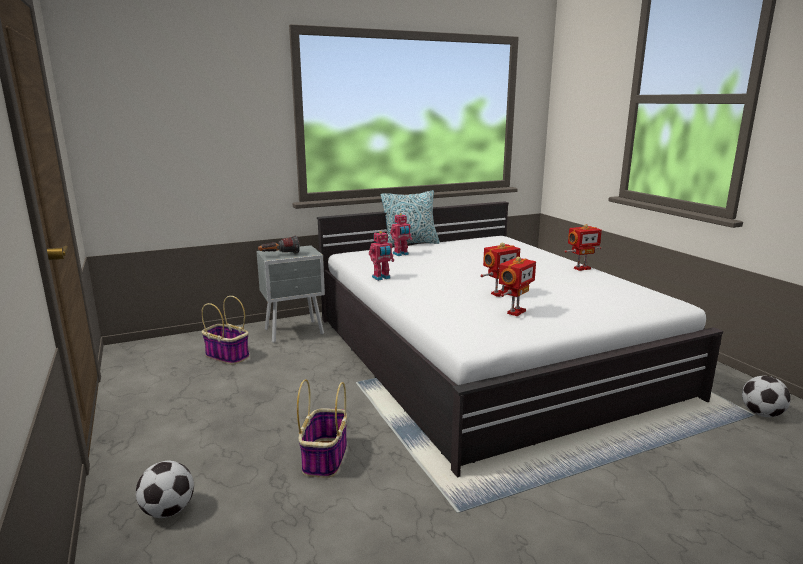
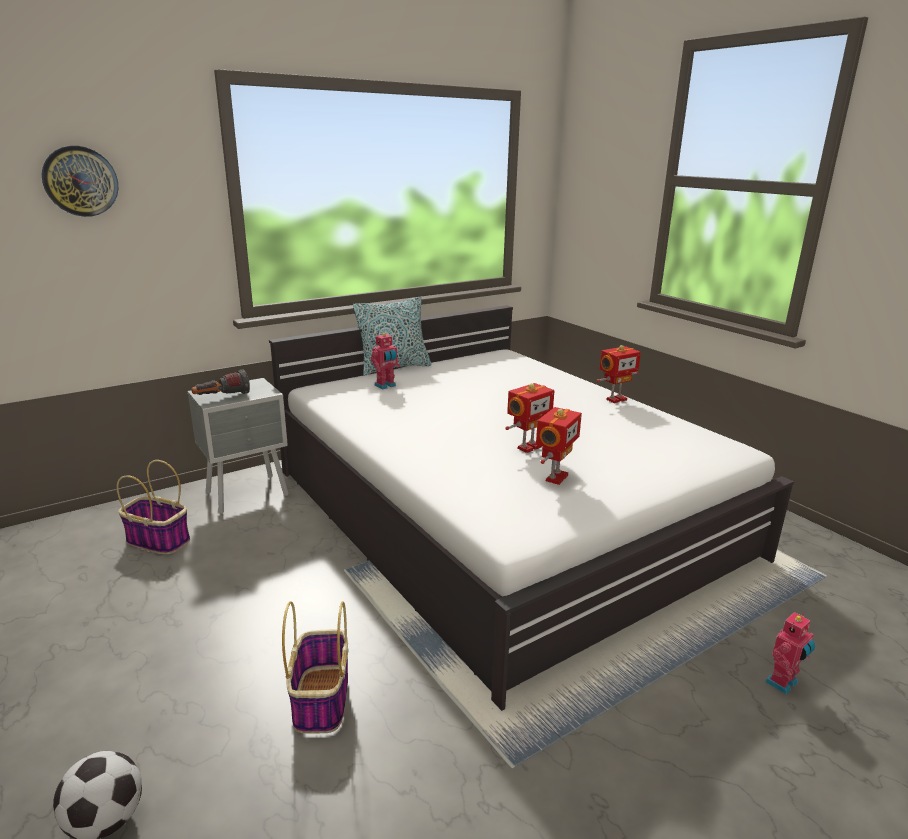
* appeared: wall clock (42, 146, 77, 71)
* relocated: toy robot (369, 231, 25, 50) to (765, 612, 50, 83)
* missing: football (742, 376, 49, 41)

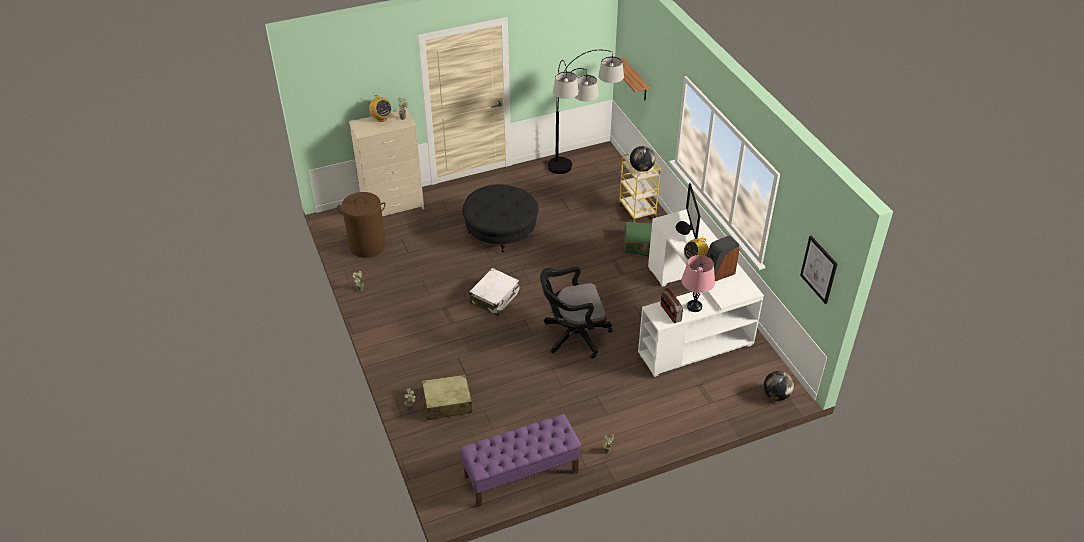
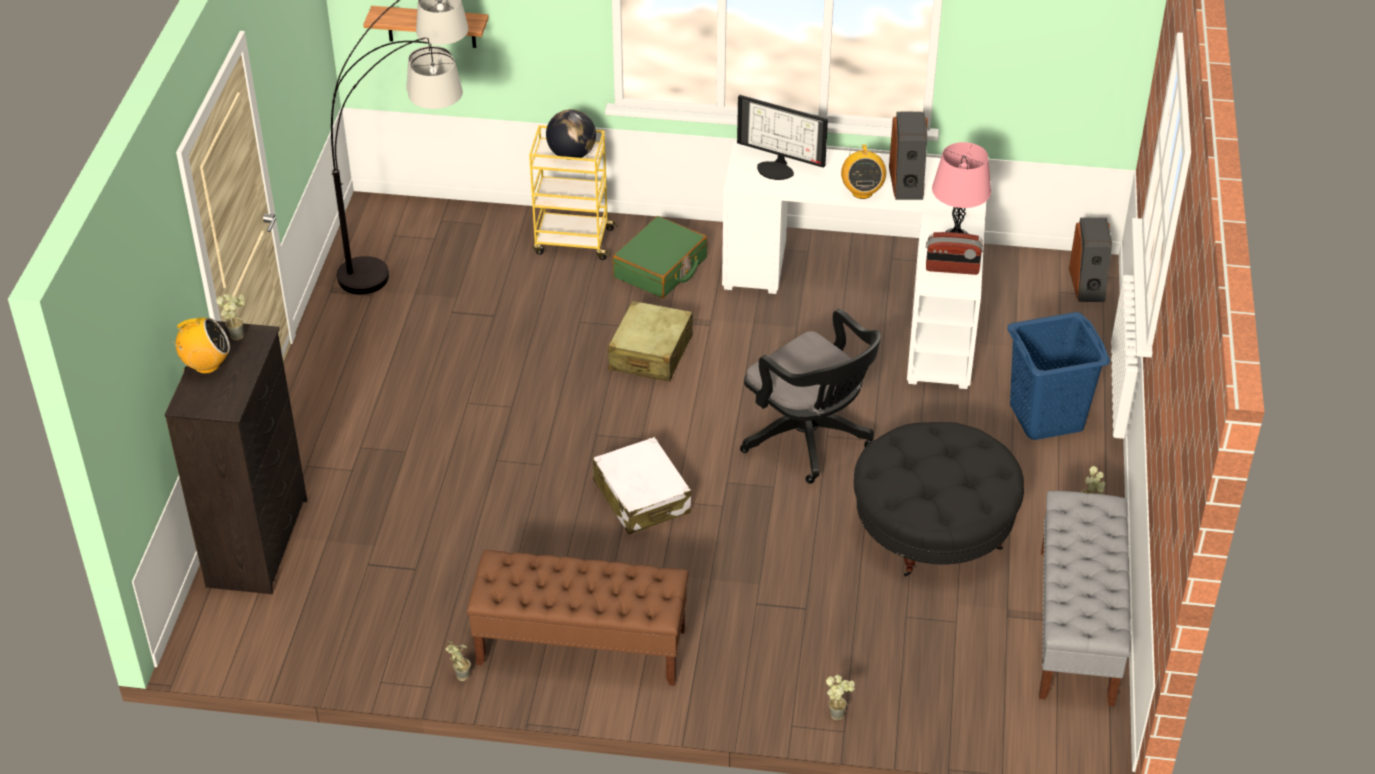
* colour: dresser (beige) (349, 109, 75, 107) to dresser (black) (165, 321, 142, 273)
* appeared: bench (brown) (467, 550, 222, 136)
* relocated: suitcase (beige) (420, 374, 52, 46) to (608, 301, 85, 81)
* spun: office chair (black) (540, 266, 73, 93) = (740, 309, 141, 175) 60 degrees counterclockwise
* relocated: ottoman (black) (463, 184, 75, 69) to (854, 422, 170, 155)
* appeared: laundry basket (blue) (1007, 312, 103, 128)
* colour: bench (purple) (460, 414, 121, 93) to bench (grey) (1039, 491, 92, 216)
* exchanged: globe (764, 371, 30, 30) to speaker (1069, 218, 43, 84)
* missing: laundry basket (brown) (337, 192, 49, 66)
* missing: picture (800, 236, 37, 68)

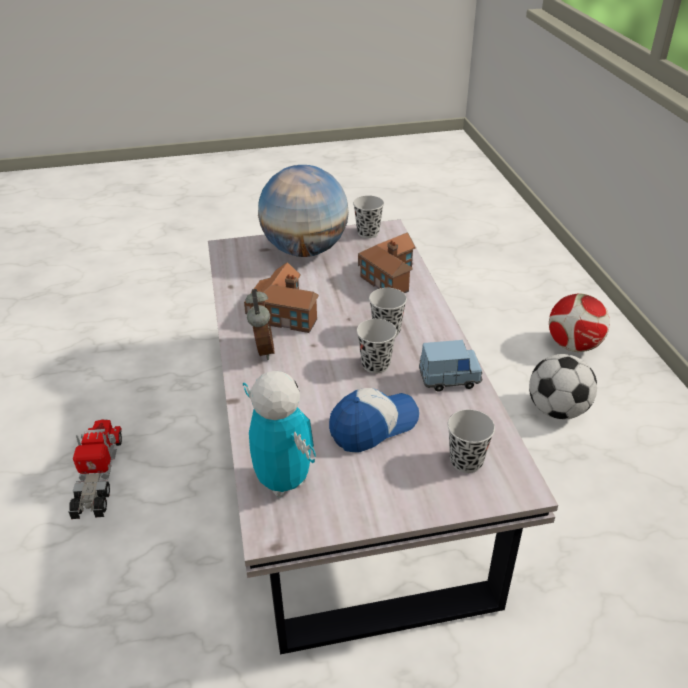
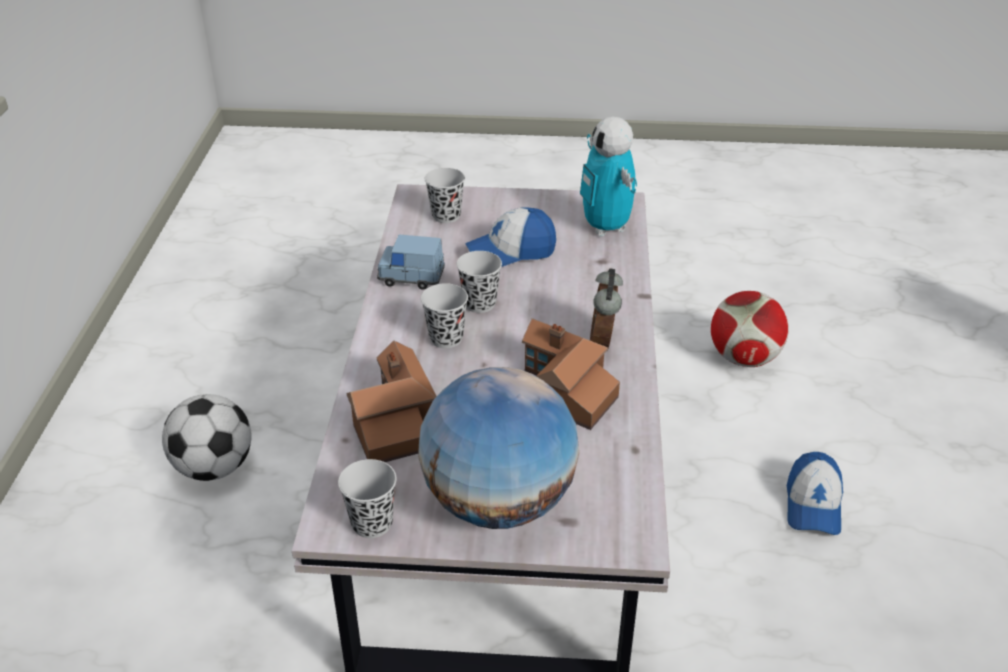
* relocated: football (549, 293, 61, 59) to (711, 291, 78, 76)
* exchanged: toy truck (68, 419, 54, 100) to cap (787, 452, 56, 83)

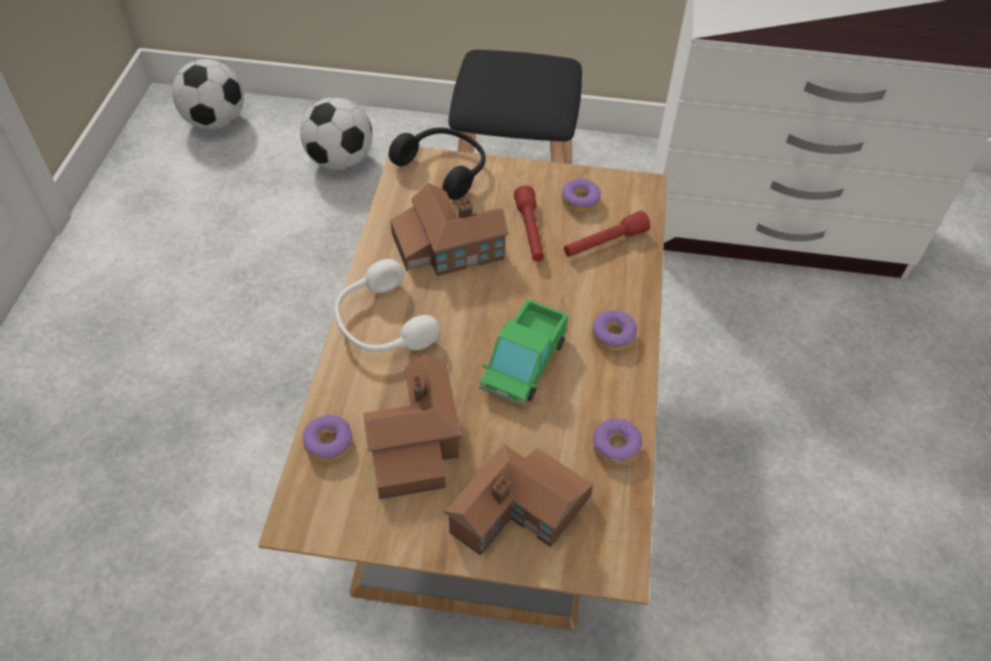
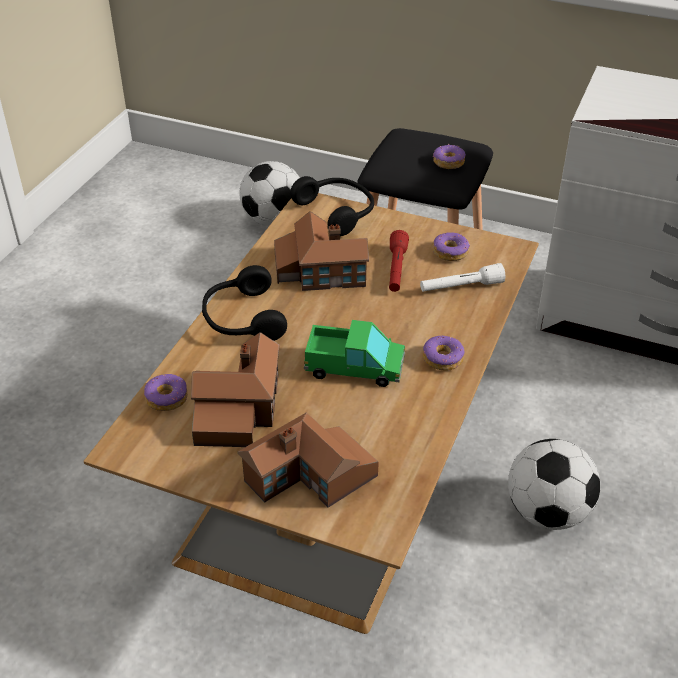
* colour: headphones (white) (335, 259, 105, 93) to headphones (black) (202, 265, 85, 76)
* spun: toy truck (479, 299, 89, 108) = (304, 320, 101, 67) 120 degrees counterclockwise
* colour: flashlight (red) (564, 211, 86, 46) to flashlight (white) (420, 263, 85, 29)
* relocated: donut (593, 417, 50, 49) to (433, 144, 33, 25)
* relocated: football (172, 59, 72, 71) to (508, 439, 92, 91)

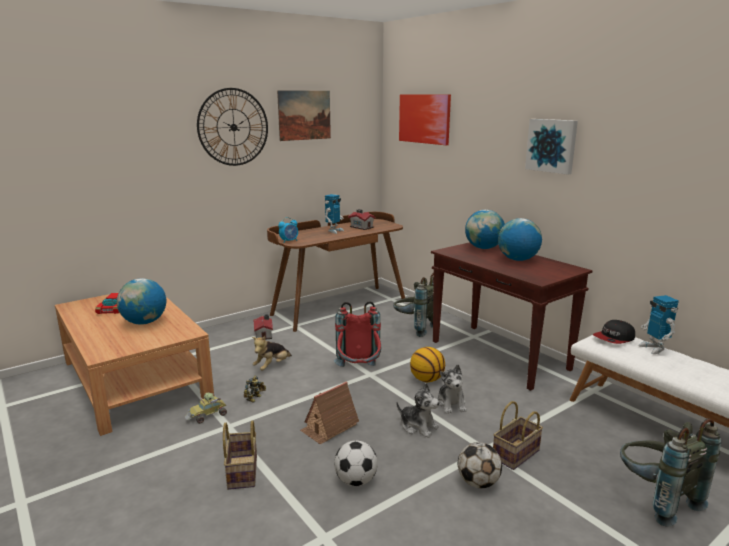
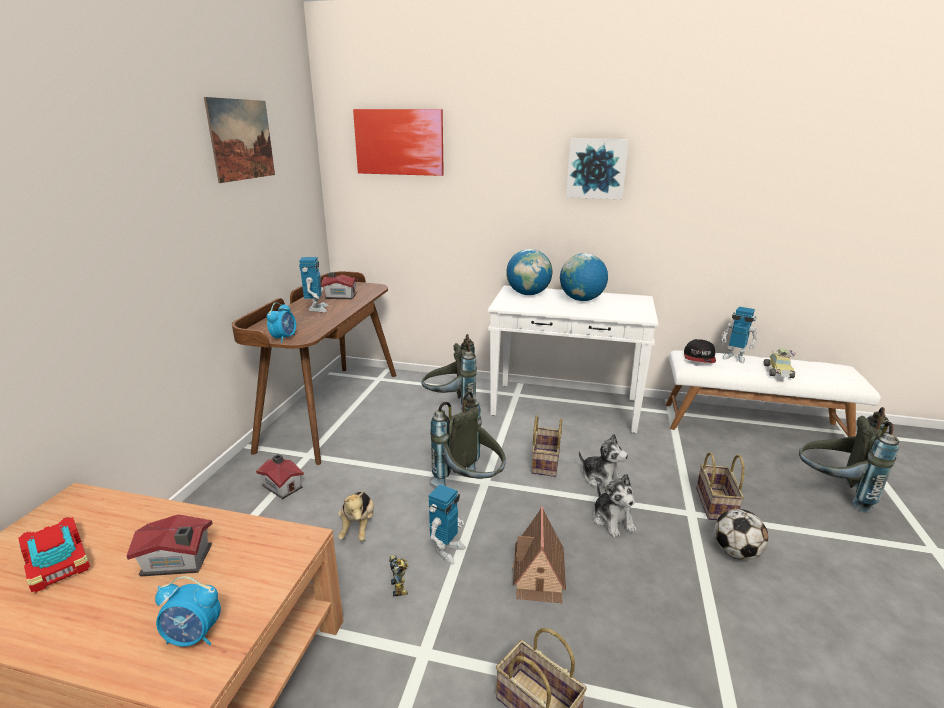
* exchanged: globe (117, 278, 49, 47) to toy house (126, 514, 87, 62)
* appeared: alarm clock (155, 576, 66, 71)
* appeared: toy robot (429, 484, 37, 80)
* colour: backpack (red) (334, 301, 47, 66) to backpack (grey) (430, 392, 76, 94)
* colour: console table (brown) (431, 242, 162, 149) to console table (white) (488, 285, 171, 148)
* exchanged: basketball (410, 347, 35, 35) to basket (531, 415, 31, 62)
* spun: plush toy (396, 383, 44, 55) = (593, 474, 44, 64) 75 degrees clockwise
* relocated: toy car (185, 392, 42, 32) to (764, 348, 31, 30)
* missing: wall clock (197, 88, 71, 78)
* missing: football (334, 440, 44, 46)

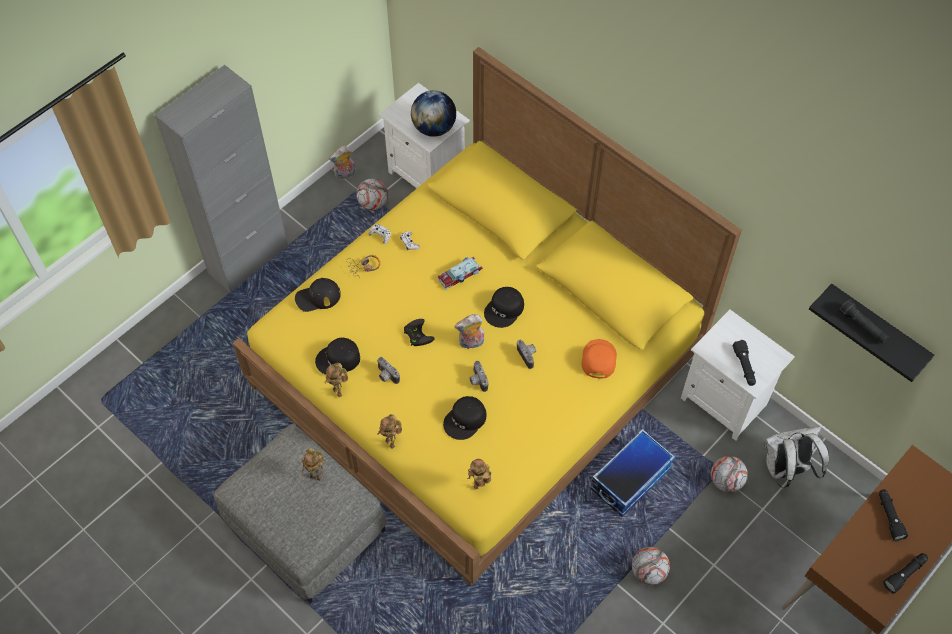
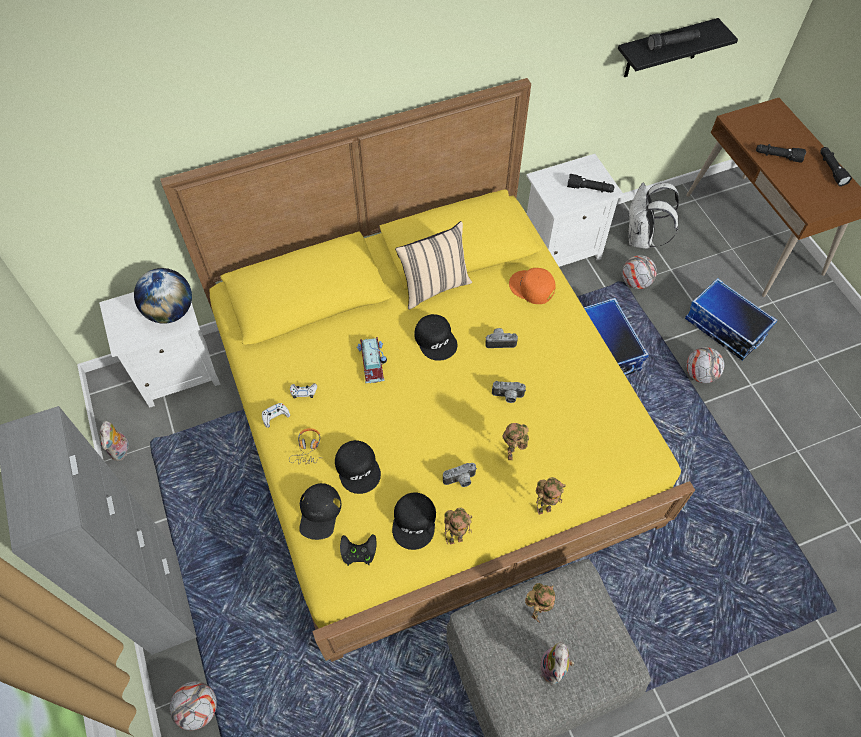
* relocated: football (357, 178, 31, 32) to (170, 681, 47, 49)
* relocated: cap (black) (443, 396, 43, 44) to (335, 440, 46, 54)
* relocated: game controller (black) (404, 319, 31, 27) to (340, 534, 37, 32)
* appeared: pillow (beige) (395, 221, 77, 89)
* relocated: toy robot (467, 459, 24, 31) to (502, 423, 27, 37)
* relocated: plush toy (455, 314, 29, 35) to (540, 641, 34, 44)
* appeared: storage box (685, 278, 93, 83)

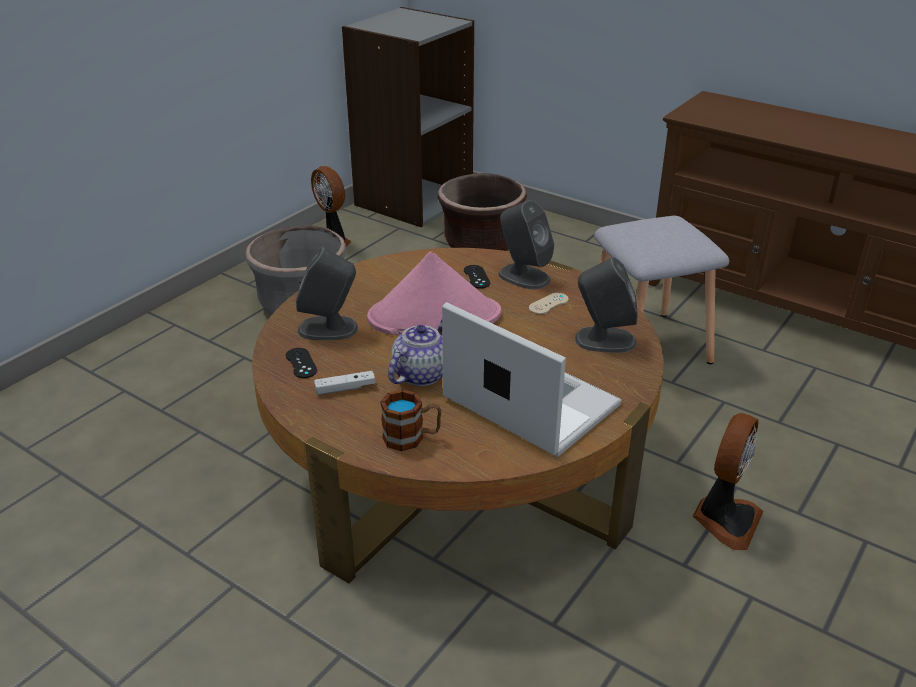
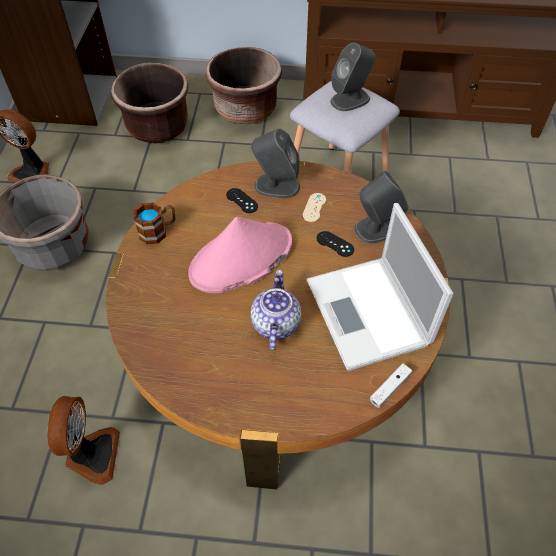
* relocated: fan (693, 413, 71, 137) to (47, 396, 73, 89)
* relocated: mug (380, 389, 61, 62) to (134, 202, 42, 42)
* appeared: planter (brown) (206, 47, 76, 77)
* spun: laptop (442, 302, 179, 155) = (307, 203, 147, 168) 120 degrees counterclockwise
* relocated: game controller (black) (286, 348, 31, 30) to (317, 231, 37, 26)
* relocated: speaker (grey) (296, 246, 62, 94) to (330, 43, 46, 68)
* relocated: game controller (white) (314, 371, 61, 24) to (370, 364, 42, 44)

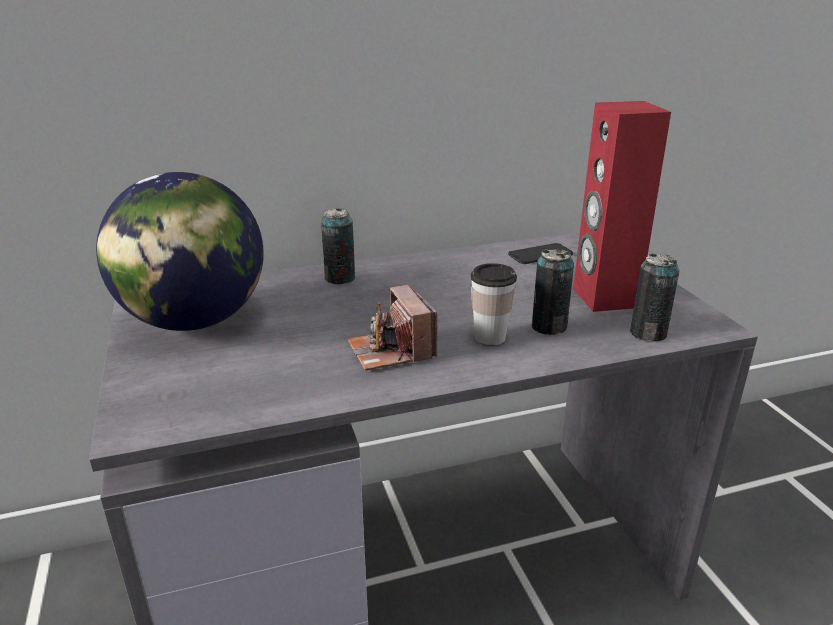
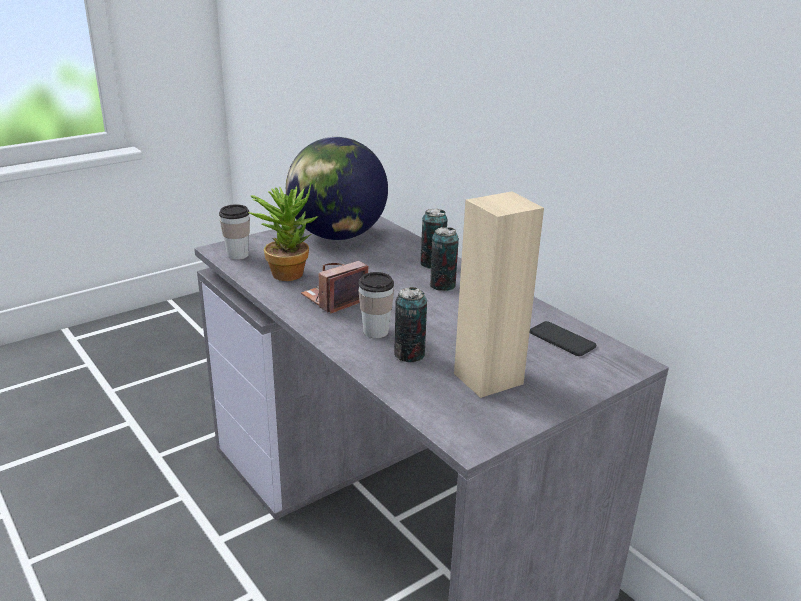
* appeared: cup (219, 204, 31, 56)
* appeared: potted plant (248, 182, 70, 99)
* relocated: can (630, 253, 49, 89) to (430, 227, 29, 64)
* colour: speaker (red) (573, 101, 98, 211) to speaker (beige) (454, 191, 90, 207)

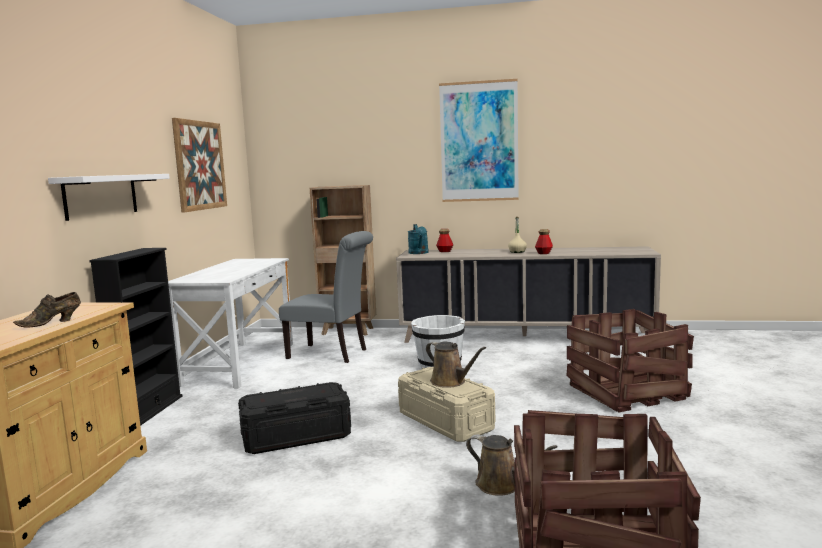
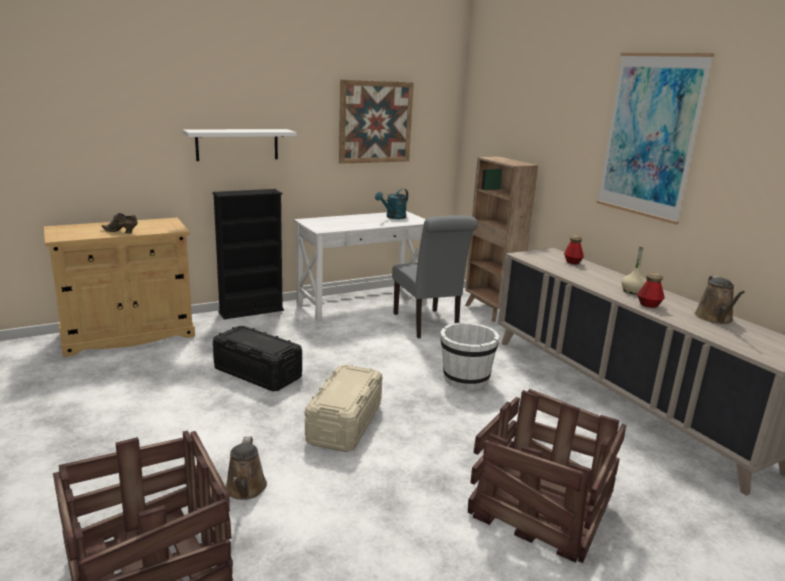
* relocated: watering can (turquoise) (408, 224, 21, 30) to (375, 189, 33, 30)
* relocated: watering can (brown) (426, 341, 60, 47) to (695, 276, 50, 48)

